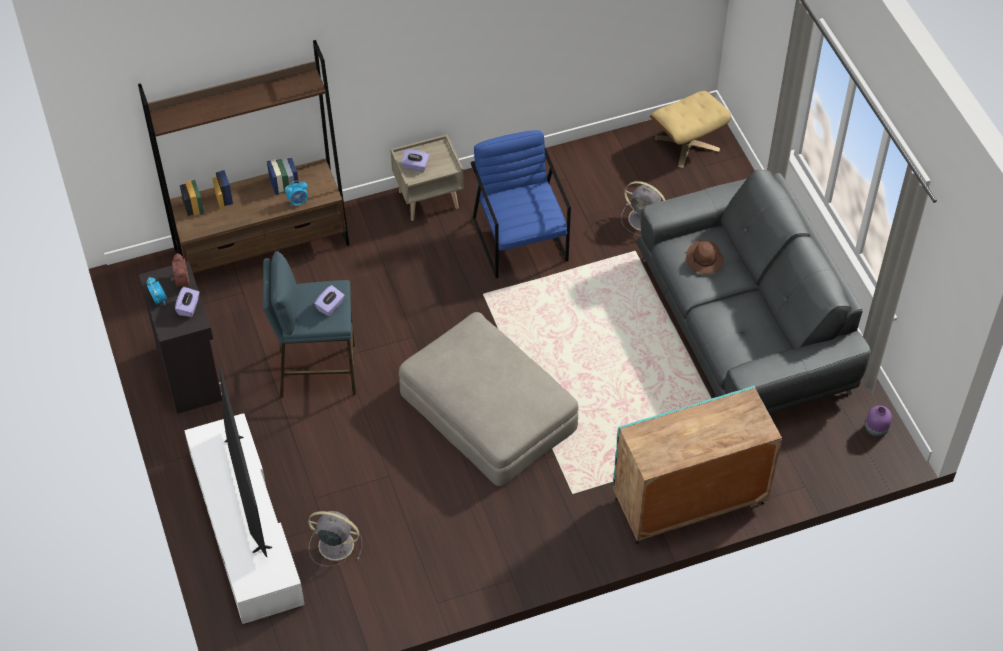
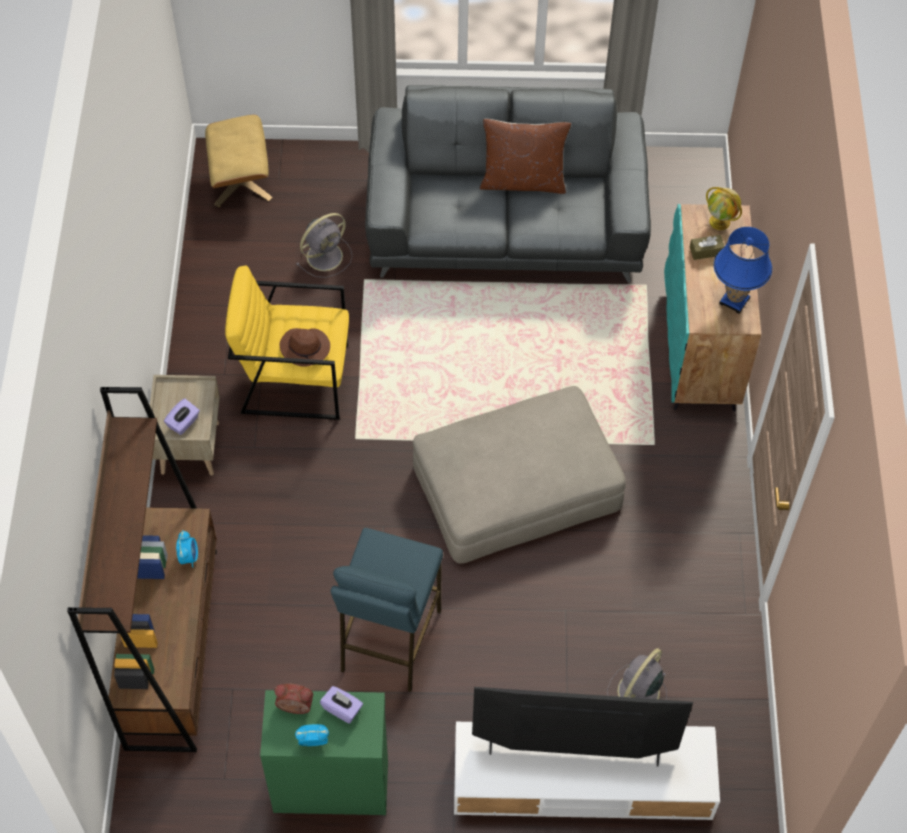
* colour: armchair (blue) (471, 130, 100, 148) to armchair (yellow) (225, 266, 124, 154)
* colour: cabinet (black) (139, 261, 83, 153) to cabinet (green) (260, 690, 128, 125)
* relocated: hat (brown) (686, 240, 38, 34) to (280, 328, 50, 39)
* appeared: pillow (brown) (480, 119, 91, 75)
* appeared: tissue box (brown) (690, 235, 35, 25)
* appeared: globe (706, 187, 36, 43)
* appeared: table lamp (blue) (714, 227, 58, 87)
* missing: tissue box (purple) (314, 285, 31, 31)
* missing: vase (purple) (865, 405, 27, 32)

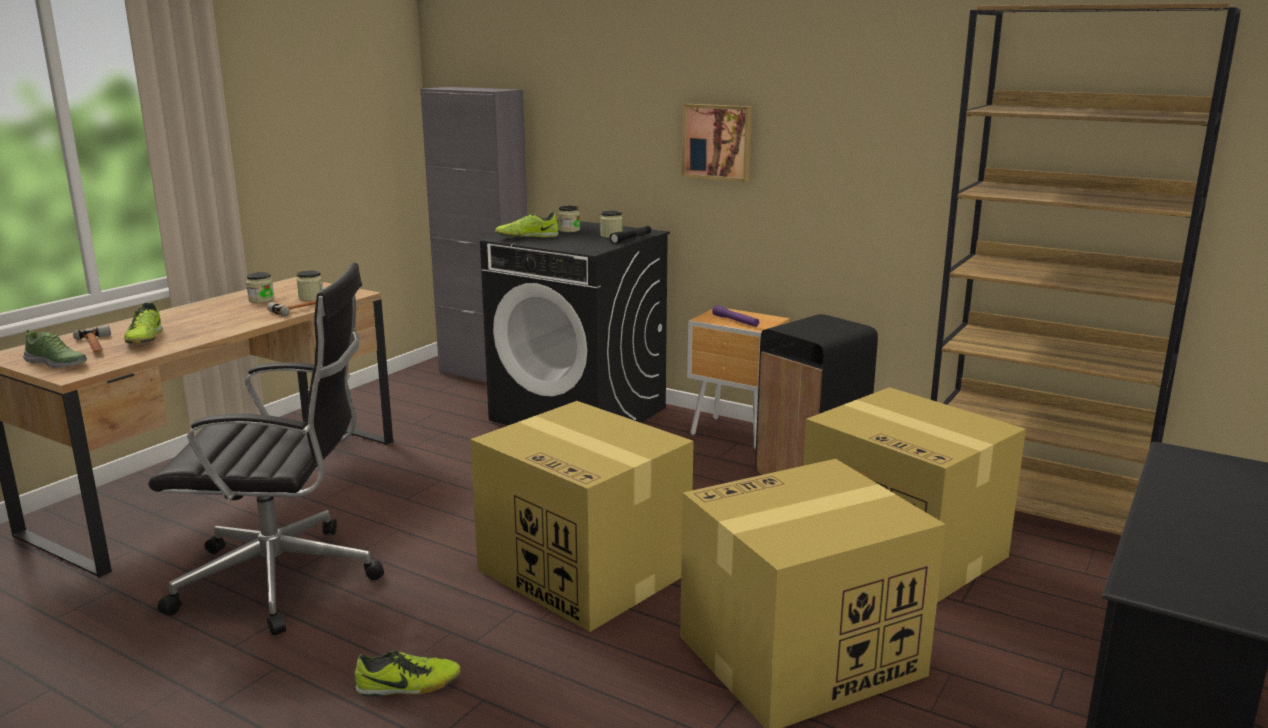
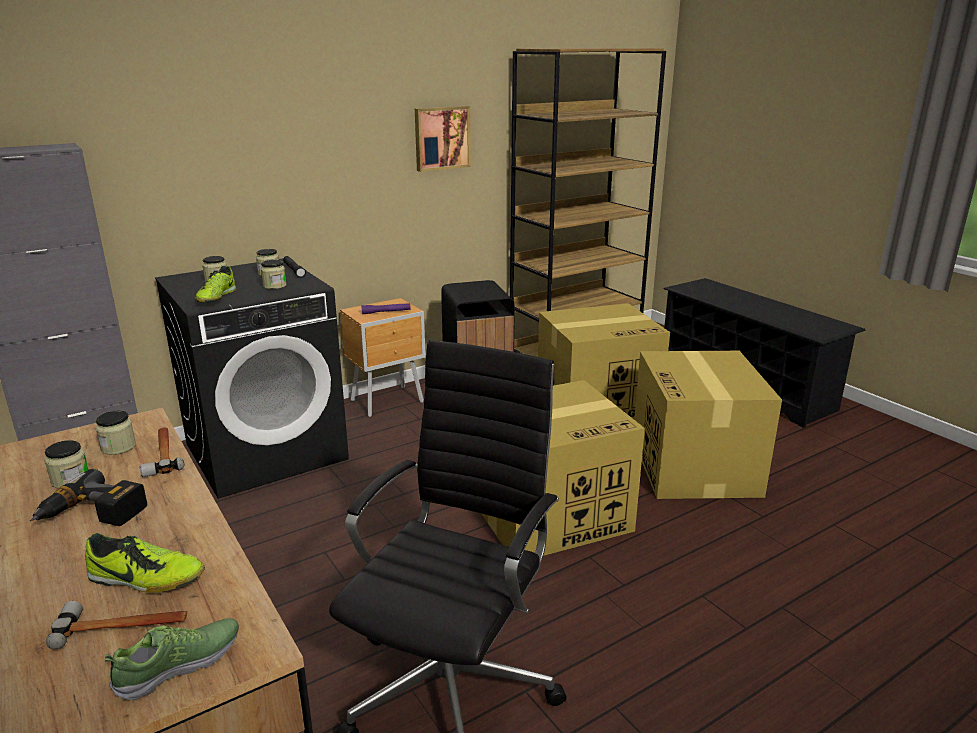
* appeared: power drill (30, 469, 117, 57)
* appeared: jar (261, 260, 25, 29)
* relocated: picture (682, 104, 70, 78) to (415, 106, 56, 66)
* missing: shoe (355, 650, 106, 47)

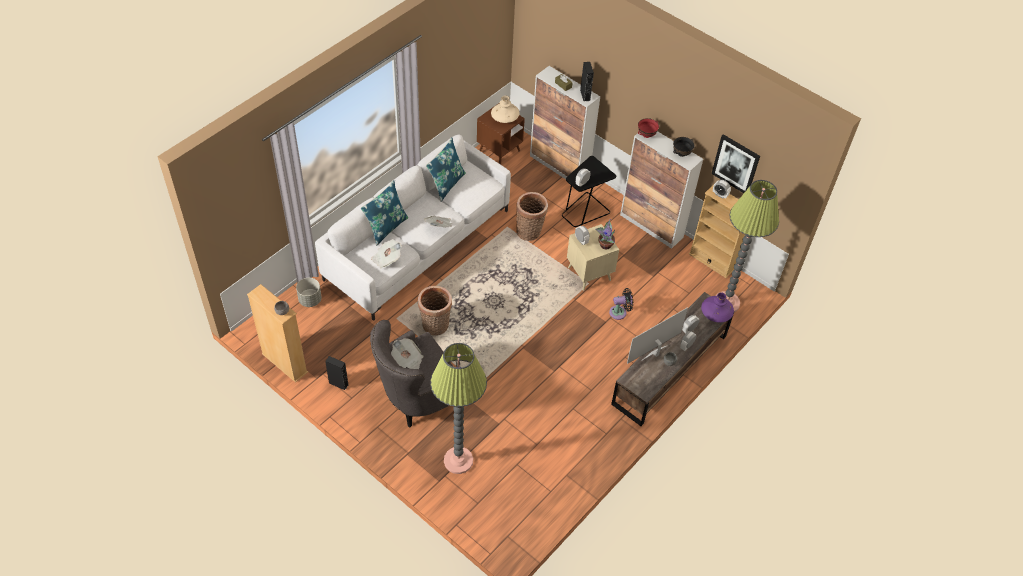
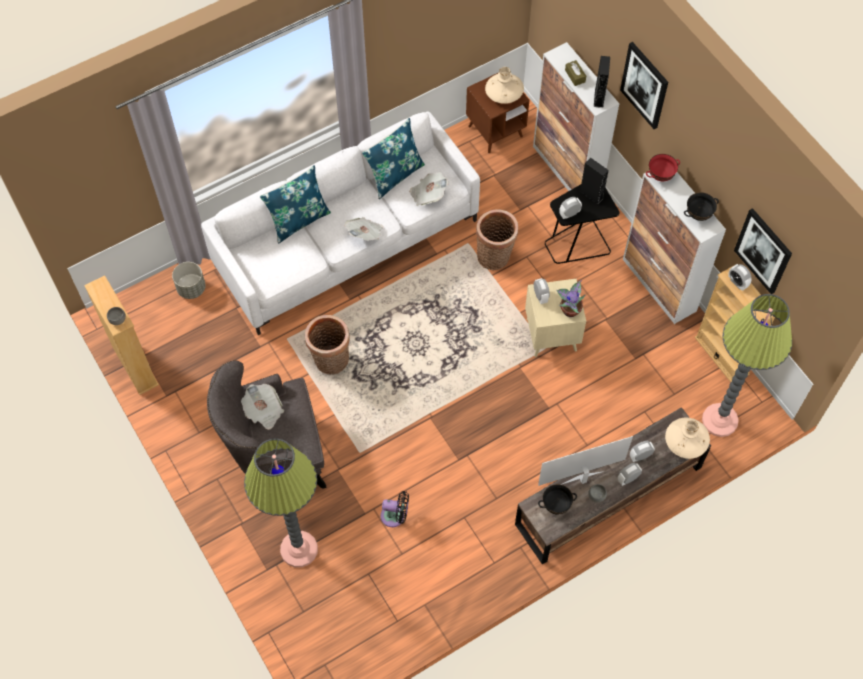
* relocated: fan (black) (609, 288, 24, 32) to (380, 491, 29, 36)
* relocated: newspaper (371, 239, 31, 29) to (409, 172, 39, 34)
* appeared: bowl (black) (538, 484, 39, 31)
* relocated: speaker (black) (325, 356, 24, 34) to (580, 158, 29, 46)
* appeared: picture (620, 42, 48, 87)
* colour: vase (purple) (701, 292, 33, 31) to vase (beige) (665, 418, 45, 41)

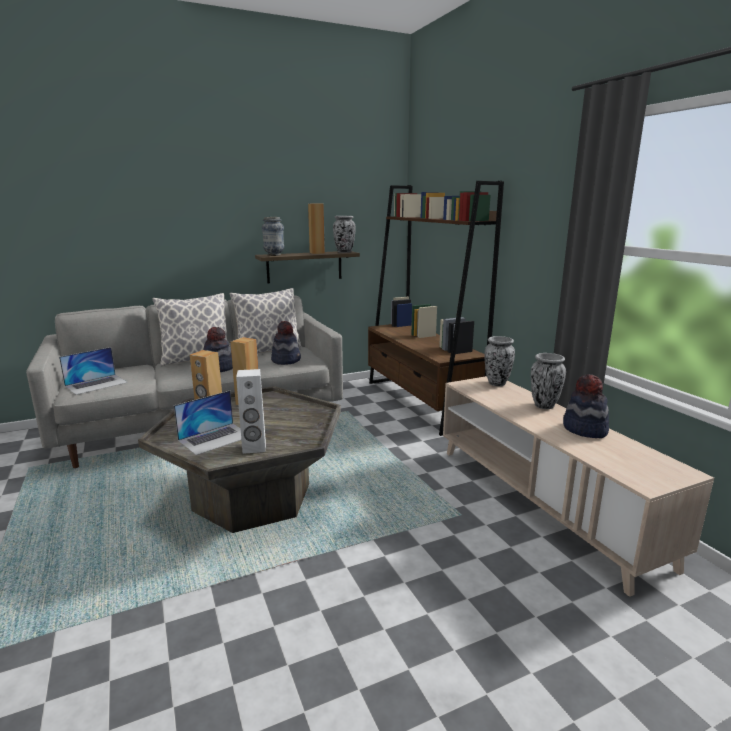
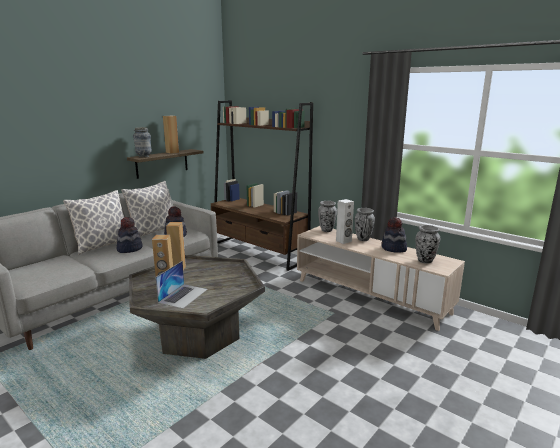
* relocated: speaker (white) (236, 369, 30, 85) to (336, 199, 18, 45)
* relocated: vase (333, 216, 23, 37) to (416, 225, 24, 39)
* missing: laptop (59, 347, 69, 48)

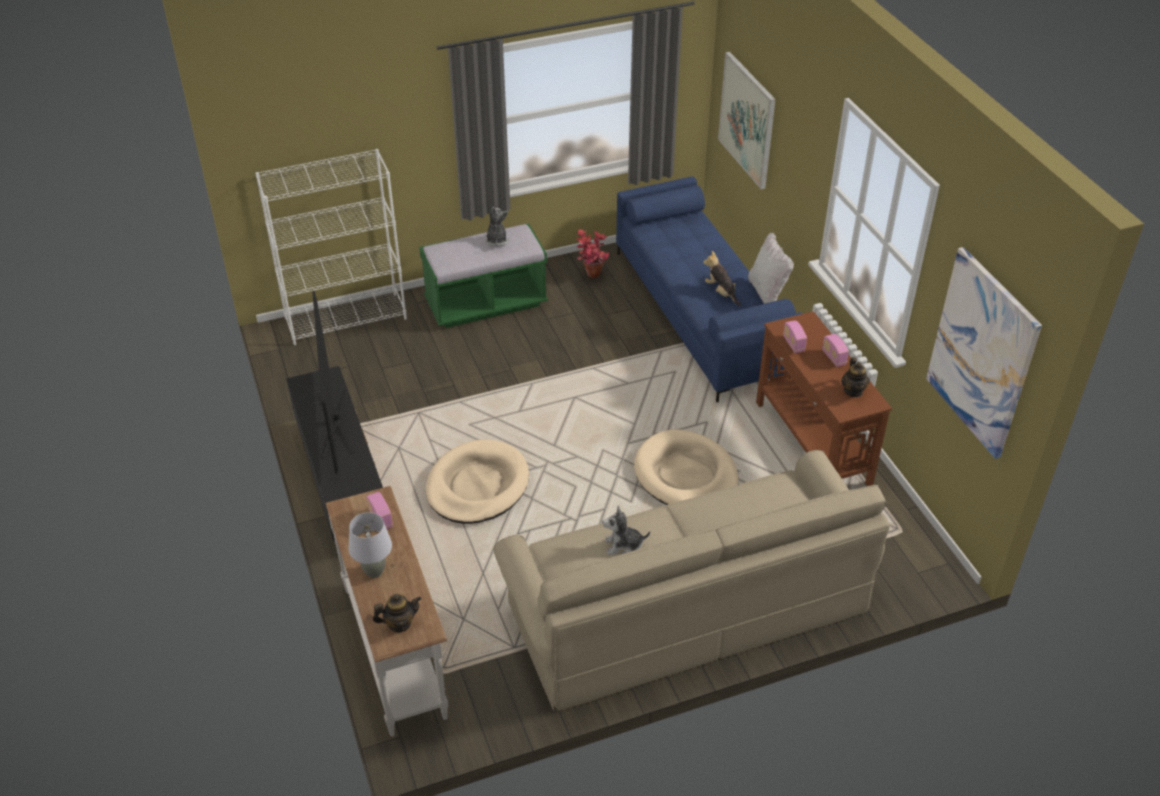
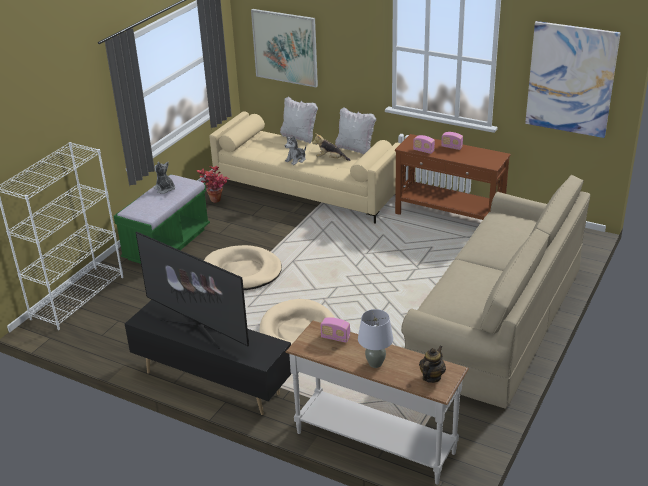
* relocated: dog bed (beige) (634, 429, 105, 76) to (204, 245, 78, 45)
* colour: sofa (blue) (616, 177, 187, 225) to sofa (beige) (209, 111, 192, 113)
* appeared: pillow (white) (280, 96, 38, 48)
* relocated: plush toy (602, 506, 48, 49) to (285, 136, 21, 29)
* missing: teapot (841, 357, 29, 40)

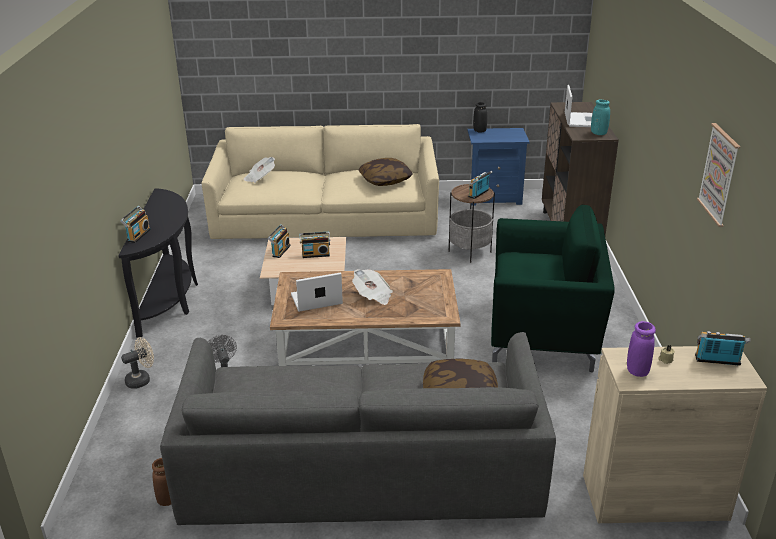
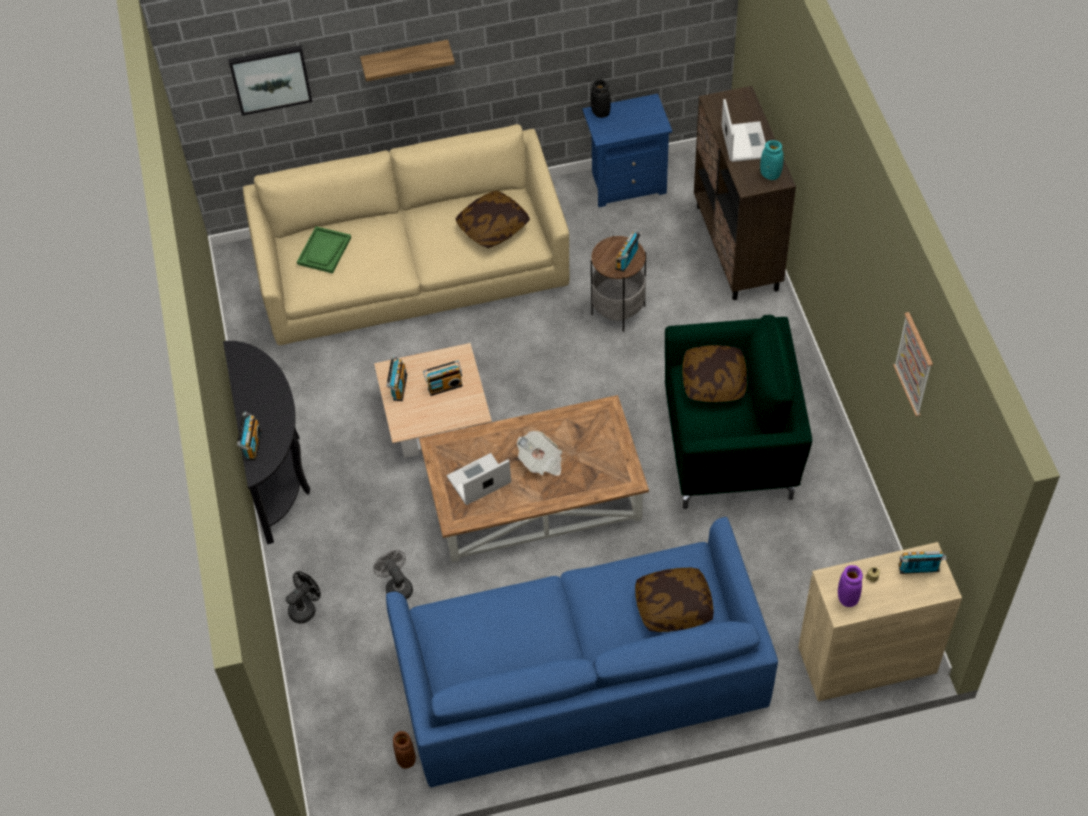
* appeared: picture (228, 45, 84, 71)
* colour: fan (beige) (121, 337, 33, 52) to fan (black) (286, 571, 35, 53)
* exchanged: newspaper (244, 157, 31, 26) to tray (green) (297, 226, 54, 48)
* appeared: shelf (360, 40, 95, 42)
* colour: sofa (grey) (160, 332, 396, 193) to sofa (blue) (386, 517, 392, 271)
* appeared: pillow (682, 345, 65, 58)

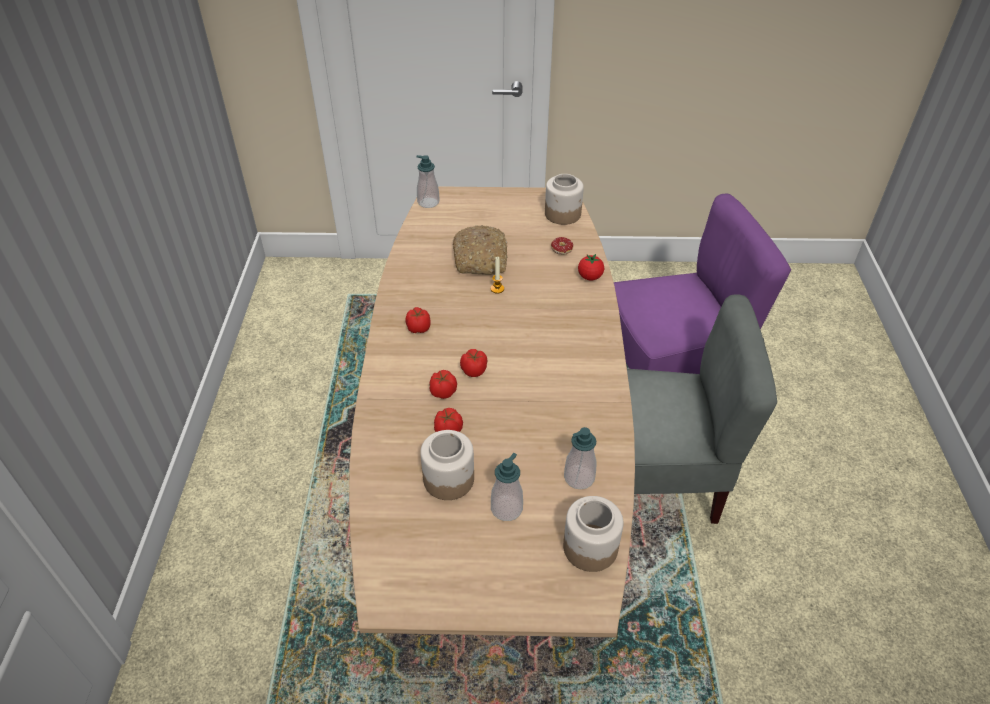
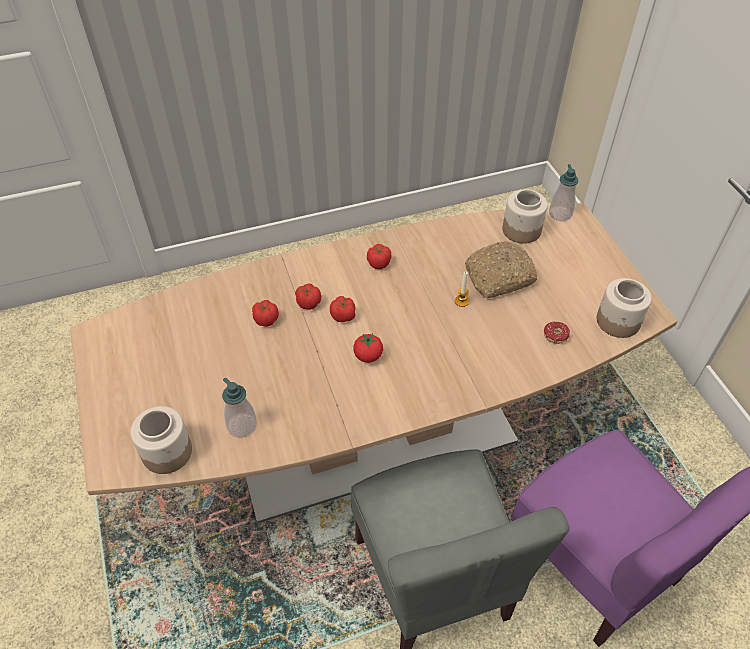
* relocated: tomato (578, 254, 26, 26) to (353, 333, 30, 30)
* relocated: jar (420, 430, 54, 70) to (502, 189, 46, 55)
* missing: soap dispenser (491, 453, 32, 68)

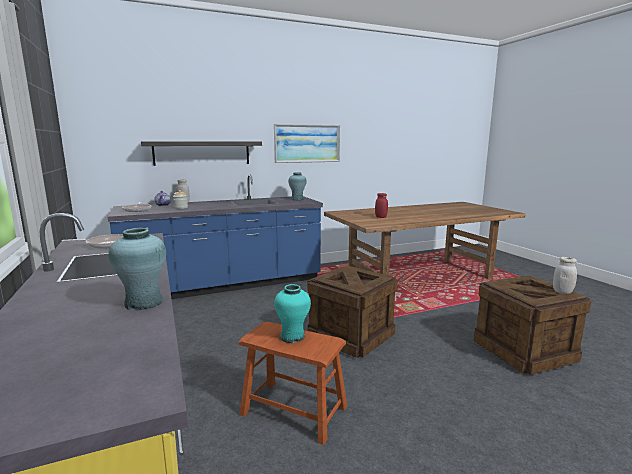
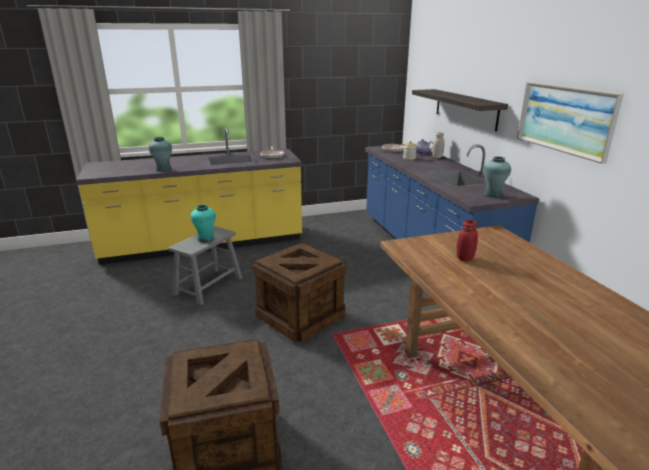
* colour: stool (brown) (239, 322, 108, 123) to stool (grey) (168, 226, 74, 79)
* missing: jar (white) (553, 257, 24, 37)

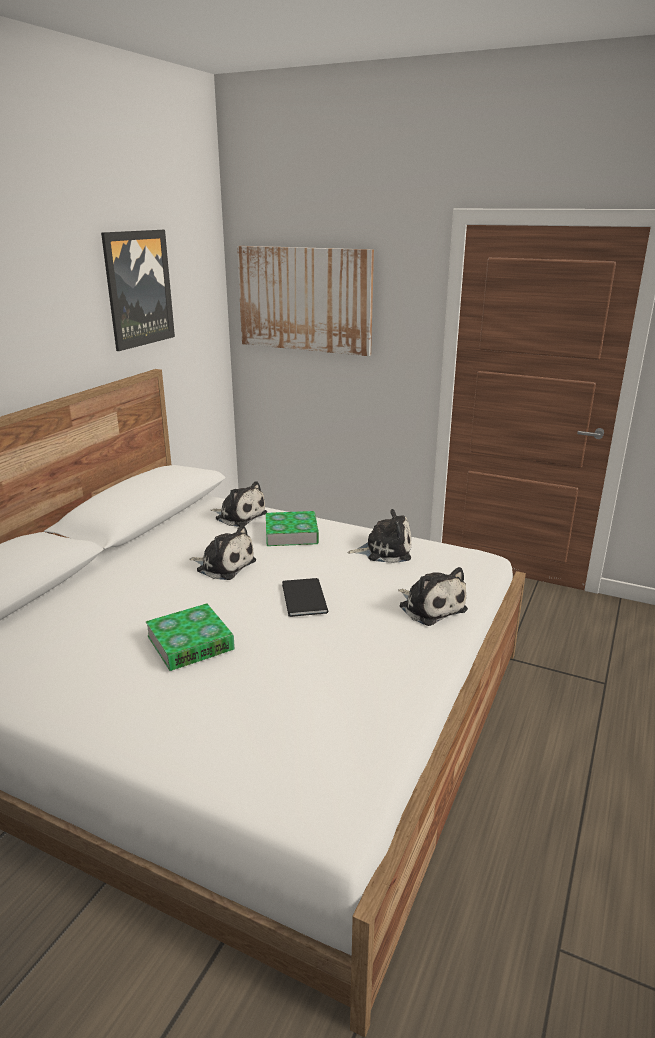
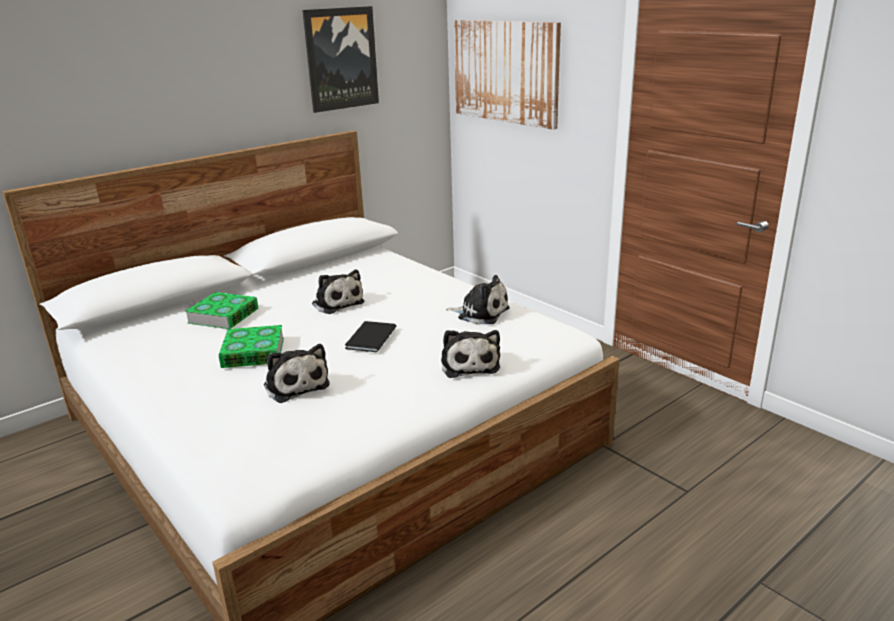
* relocated: book (266, 511, 53, 35) to (185, 292, 74, 37)
* relocated: plush toy (211, 481, 56, 46) to (264, 344, 66, 59)

